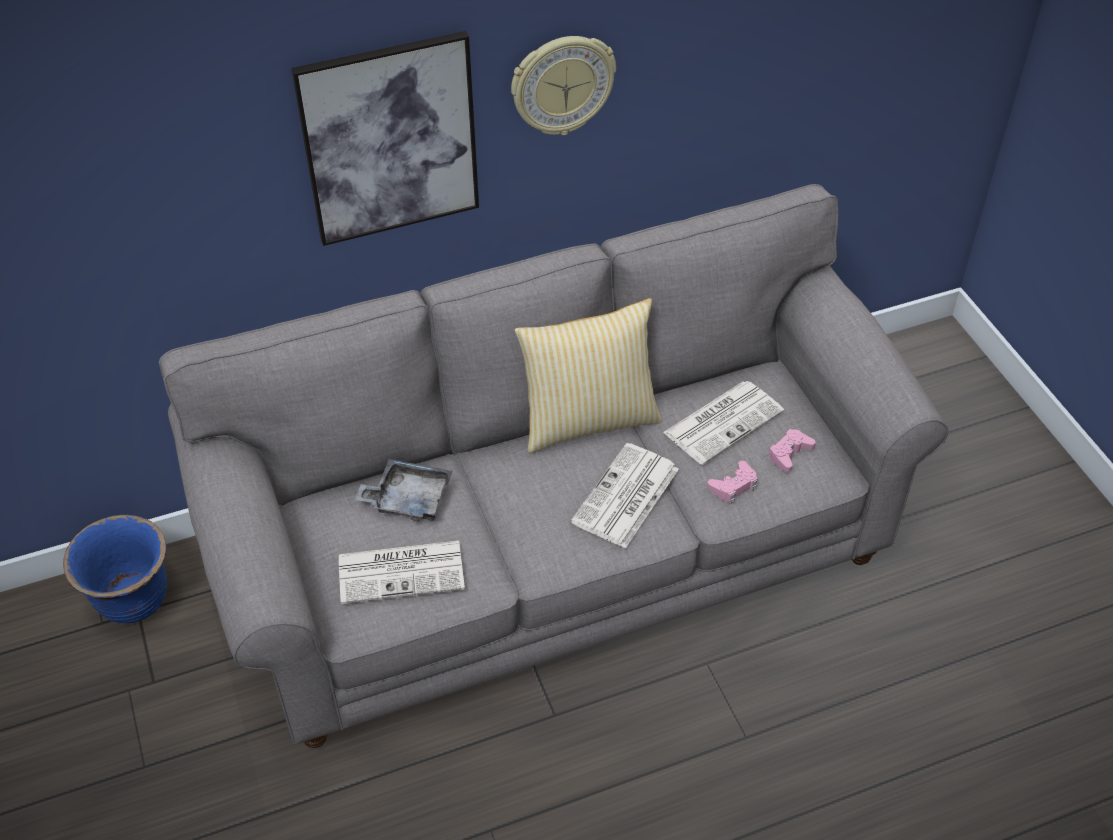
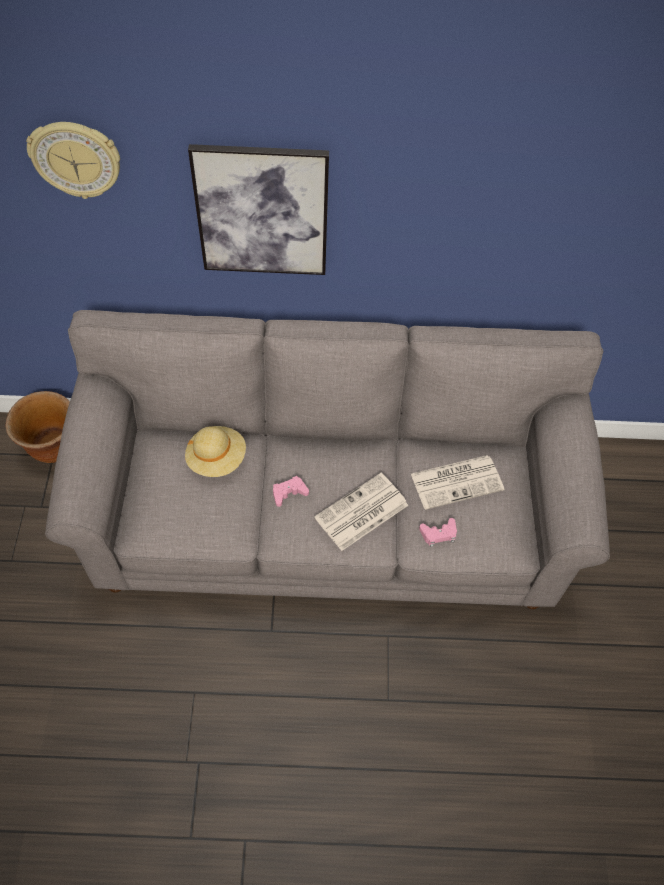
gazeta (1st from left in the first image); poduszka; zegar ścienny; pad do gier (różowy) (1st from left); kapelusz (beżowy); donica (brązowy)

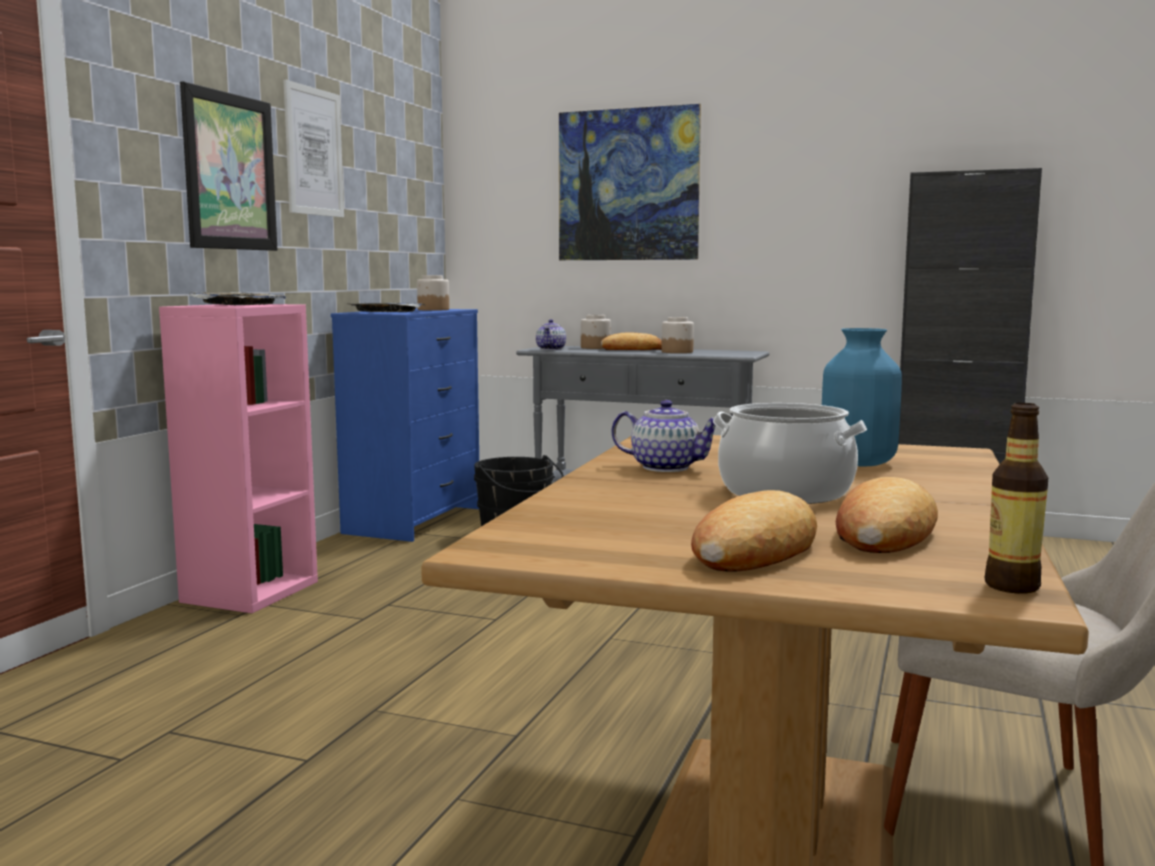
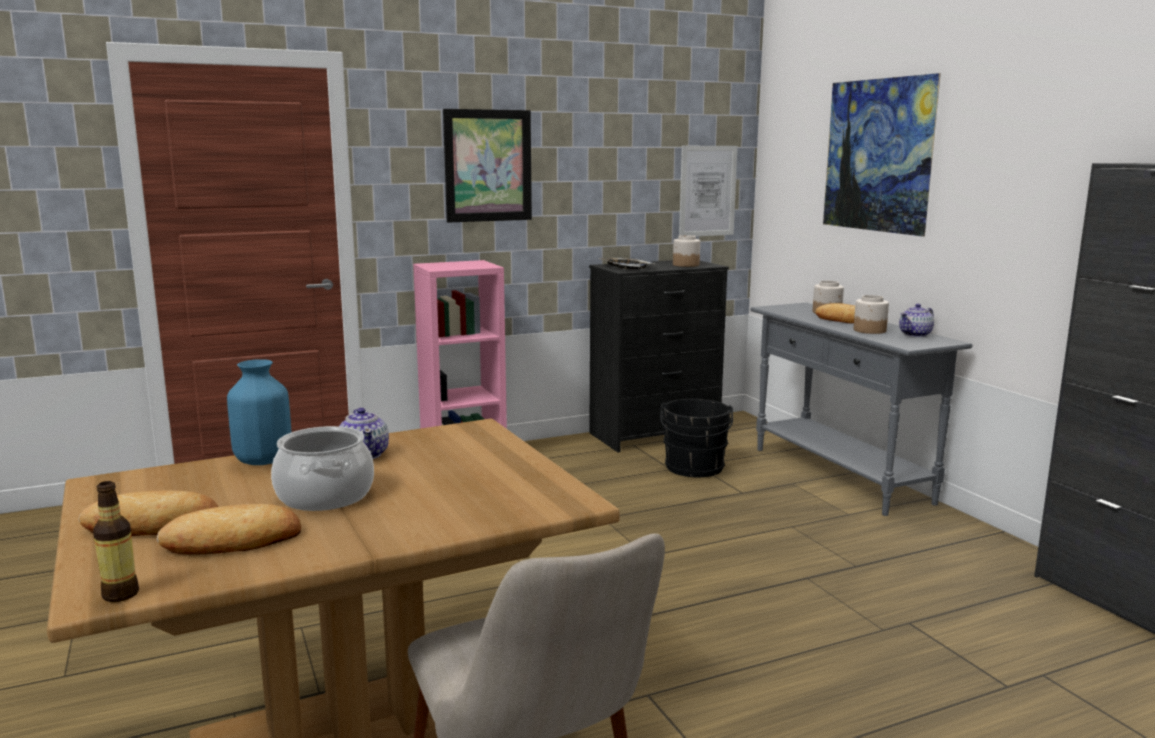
taca (1st from left in the first image); obraz (2nd from left); imbryk (2nd from left); wazon (niebieski); komoda (czarny)

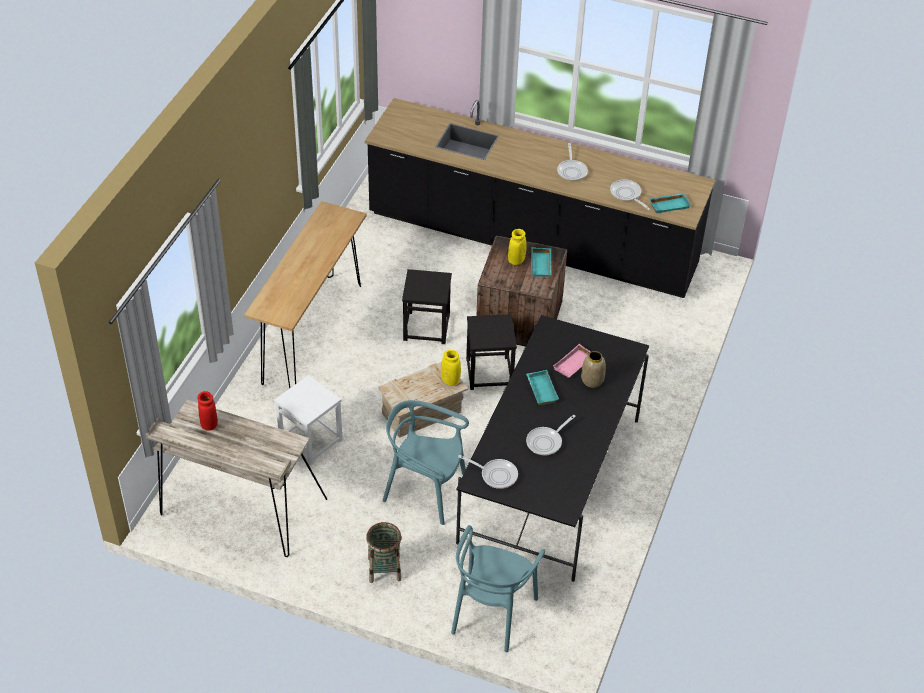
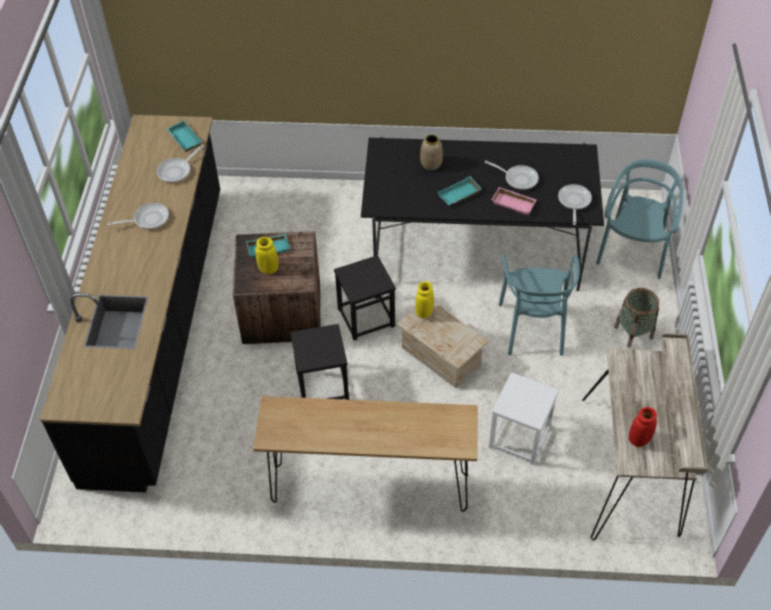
taca (różowy); krzesło (turkusowy) (2nd from left)

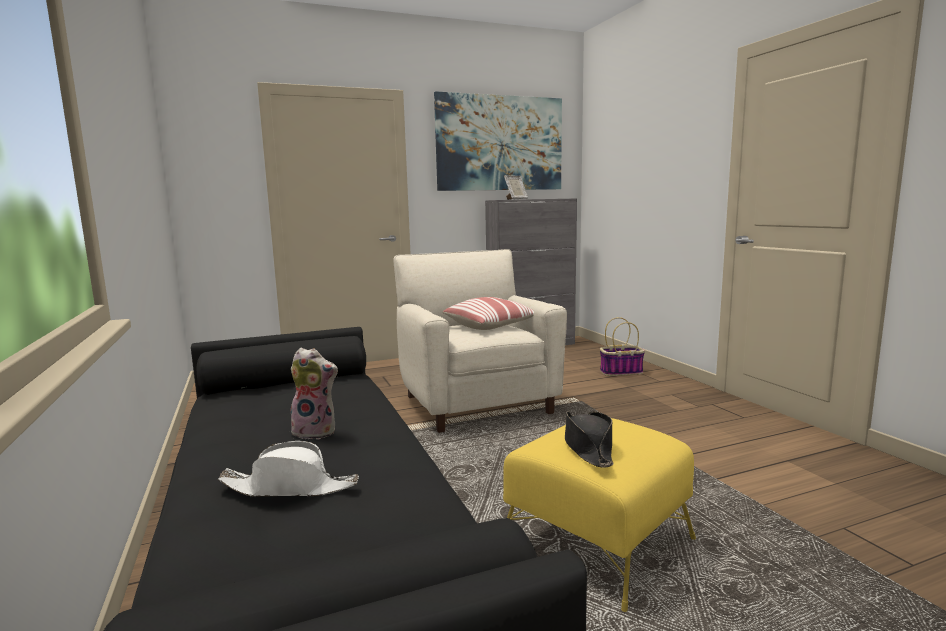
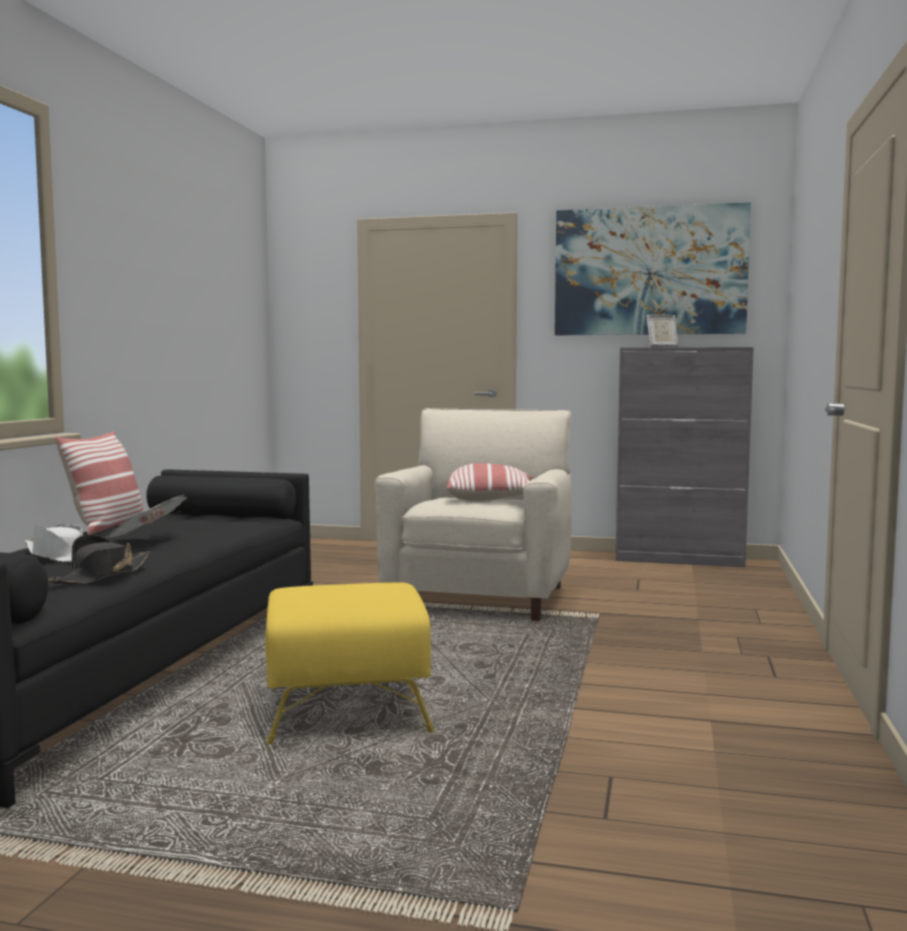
koszyk; poduszka (1st from left); kapelusz (czarny); gazeta

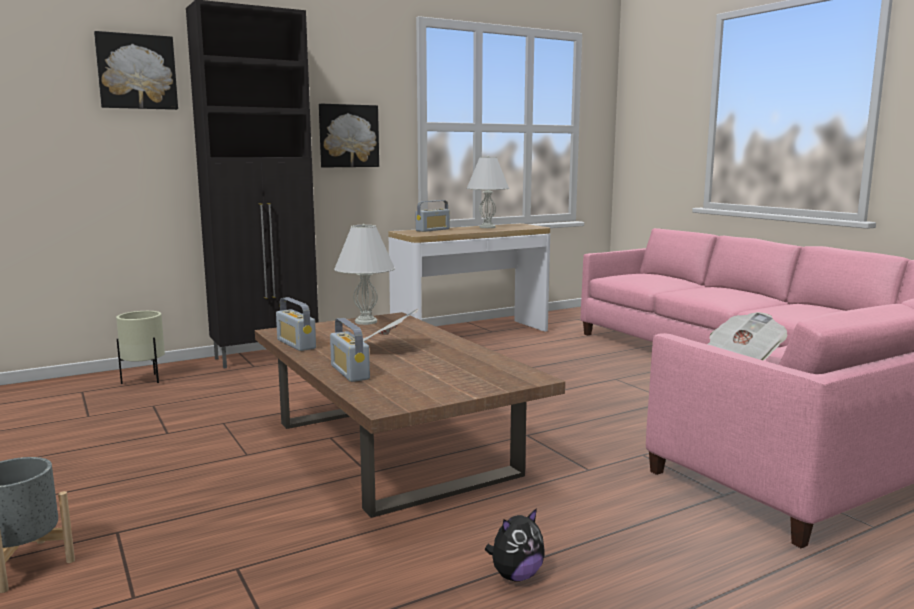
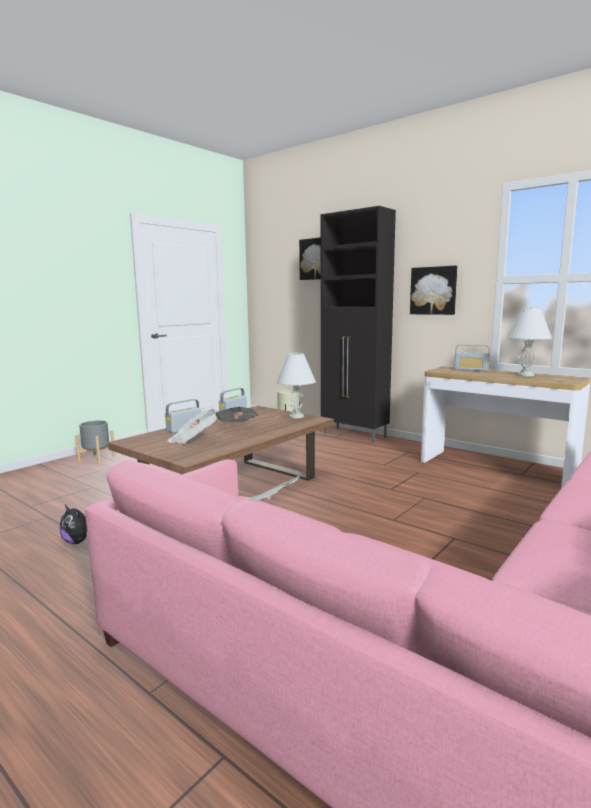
gazeta (1st from left)

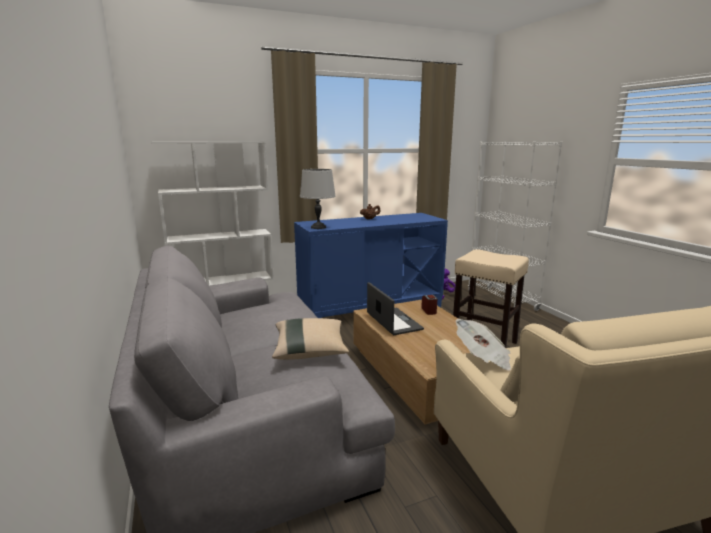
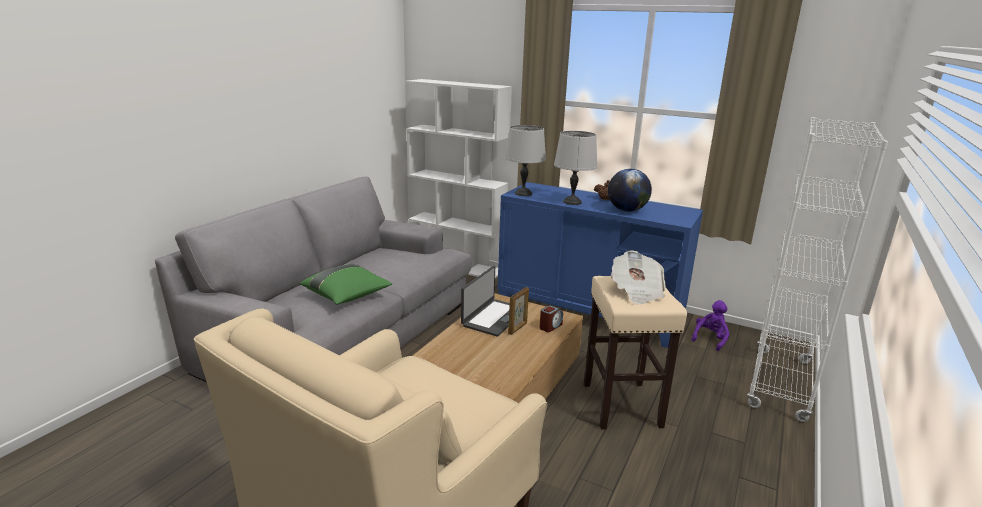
ramka na zdjęcie; lampa stołowa (szary) (2nd from left); globus; gazeta; poduszka (zielony)

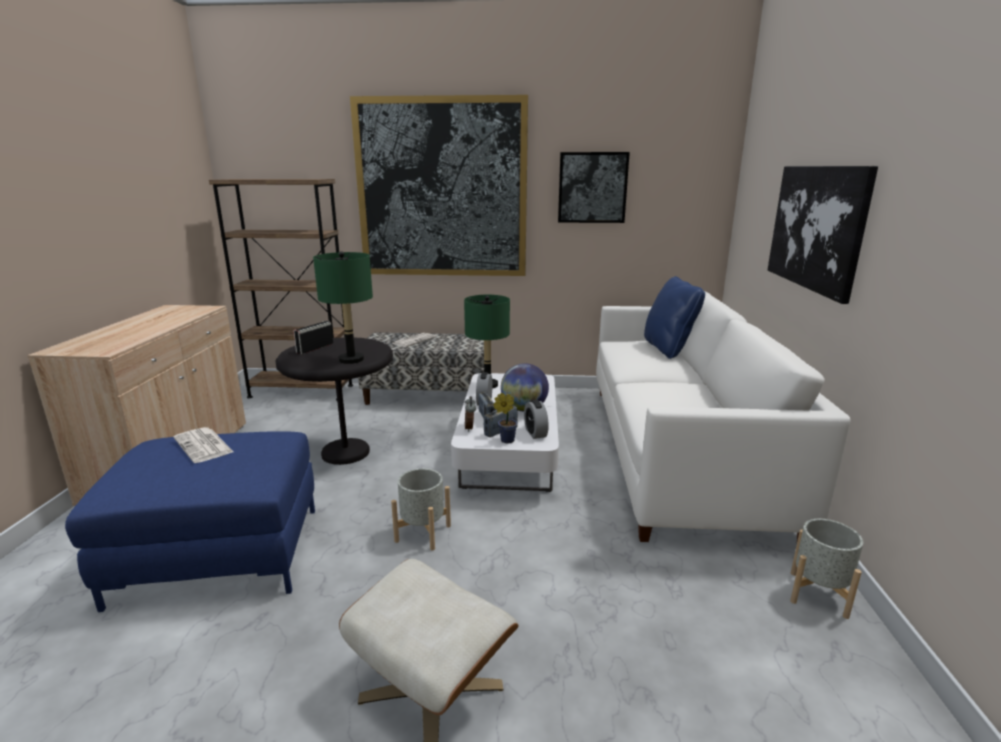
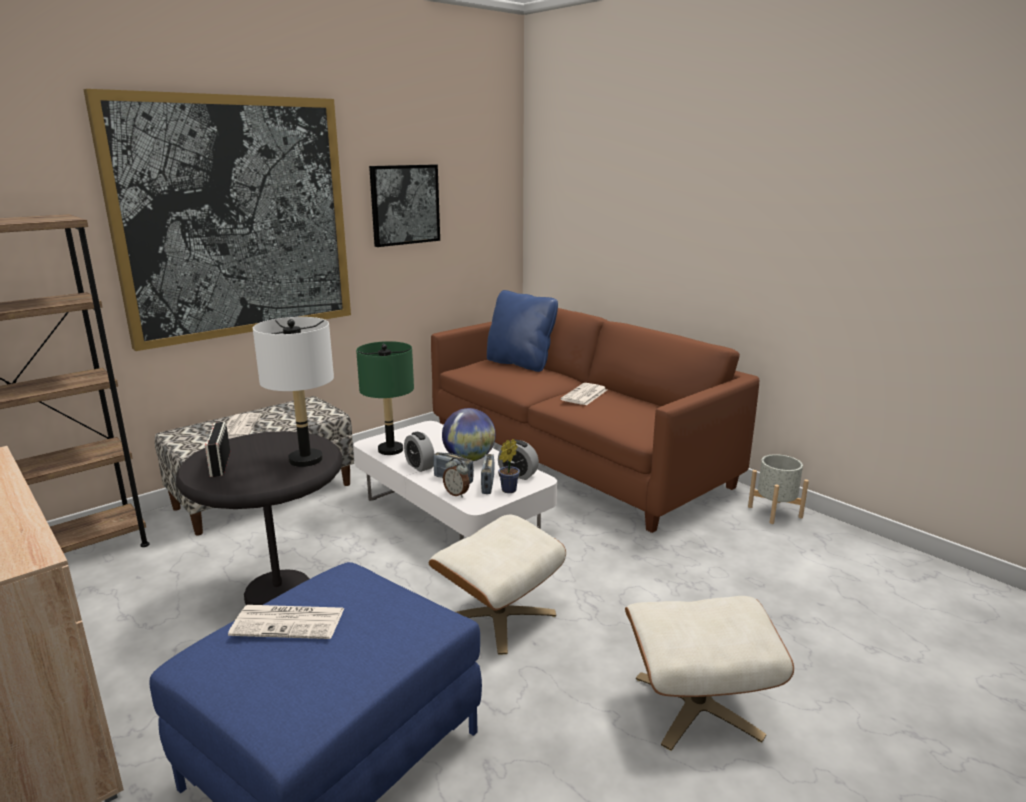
obraz (3rd from left in the first image); gazeta (3rd from left); pufa (beżowy) (1st from left); lampa stołowa (biały); kanapa (brązowy)

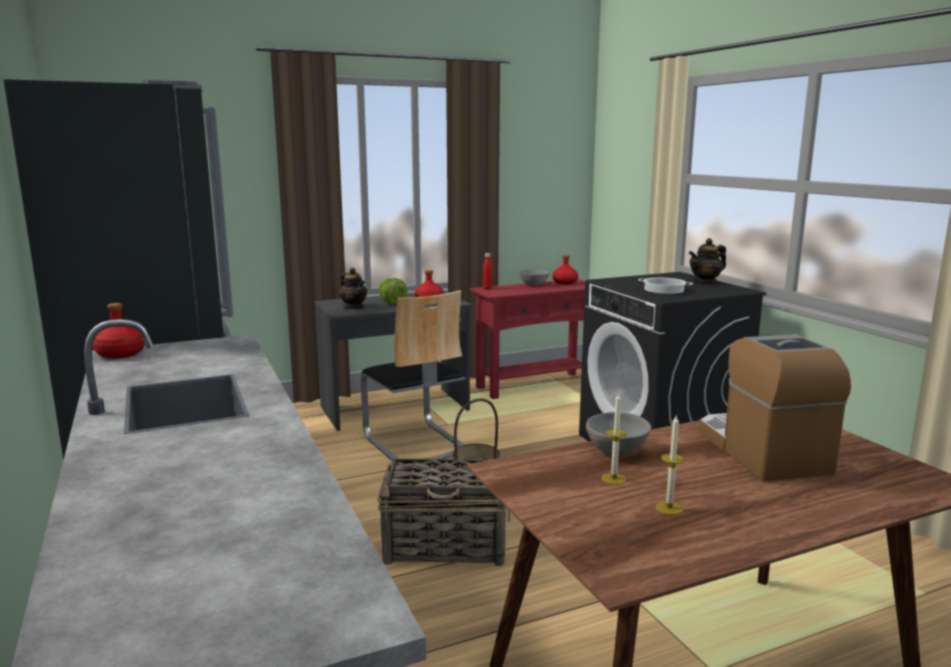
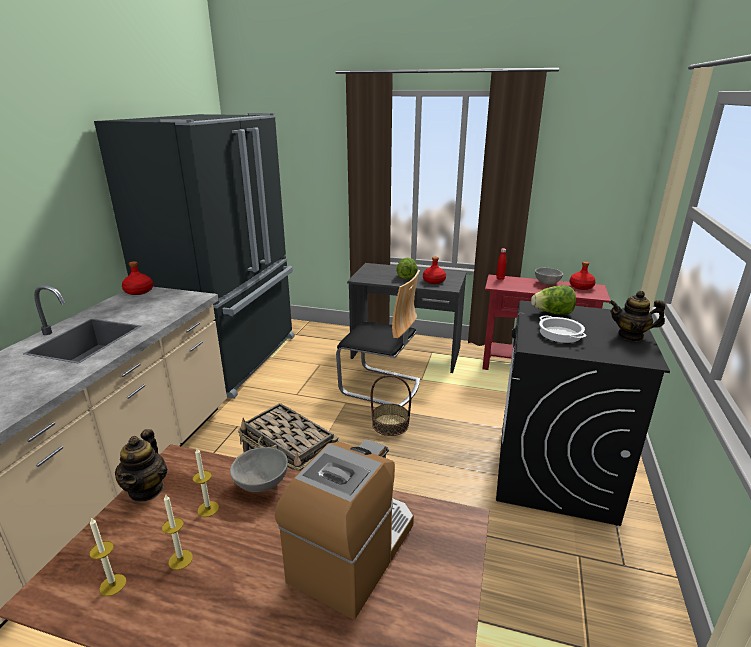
świeca (1st from left); sałata (2nd from left); imbryk (1st from left); krzesło

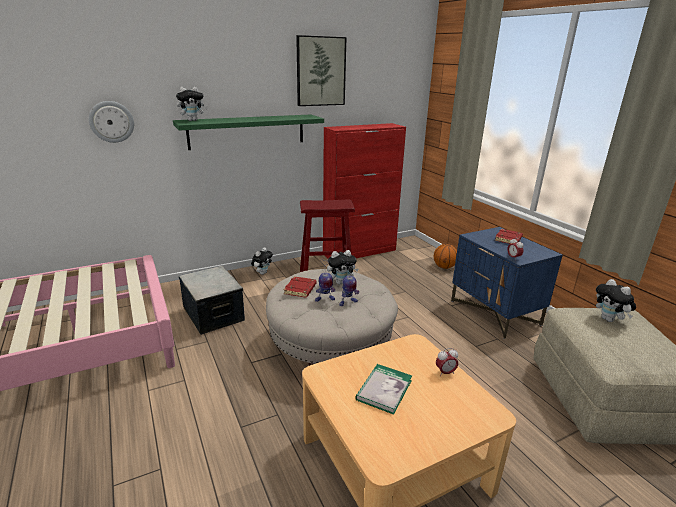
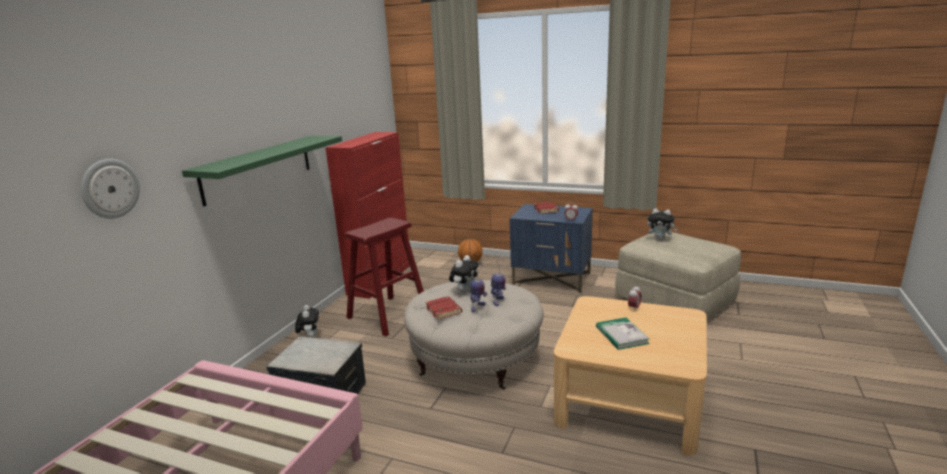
pluszak (1st from left in the first image); obraz

